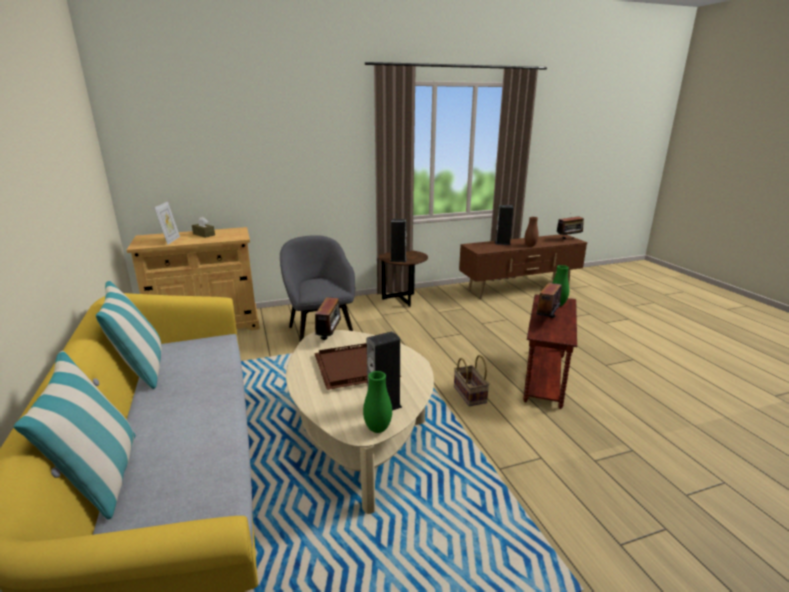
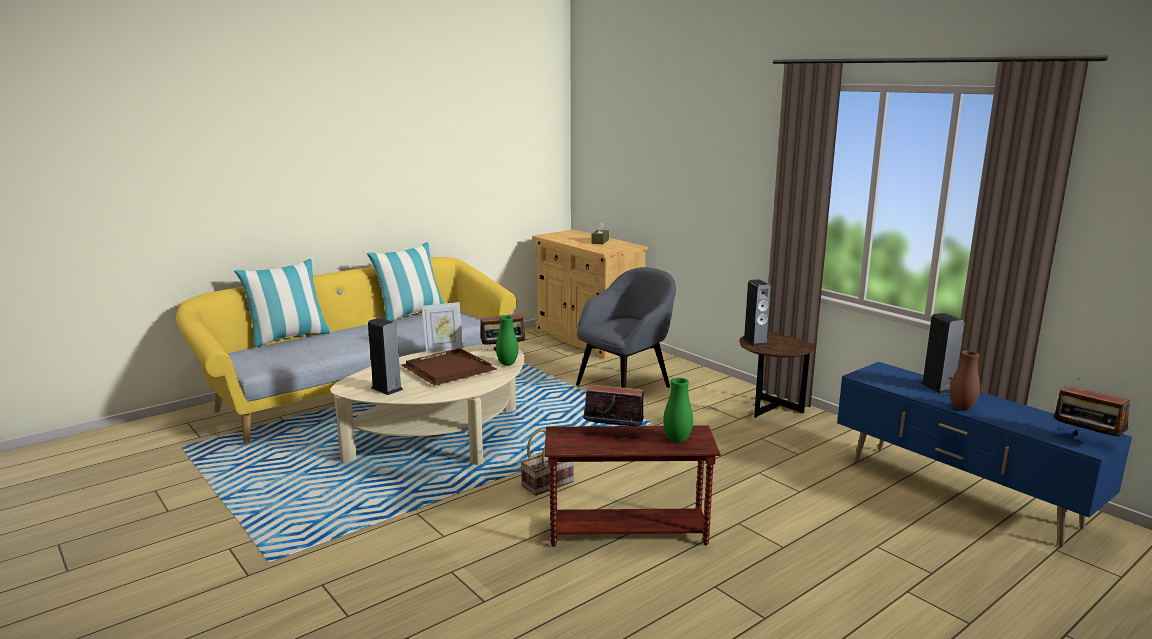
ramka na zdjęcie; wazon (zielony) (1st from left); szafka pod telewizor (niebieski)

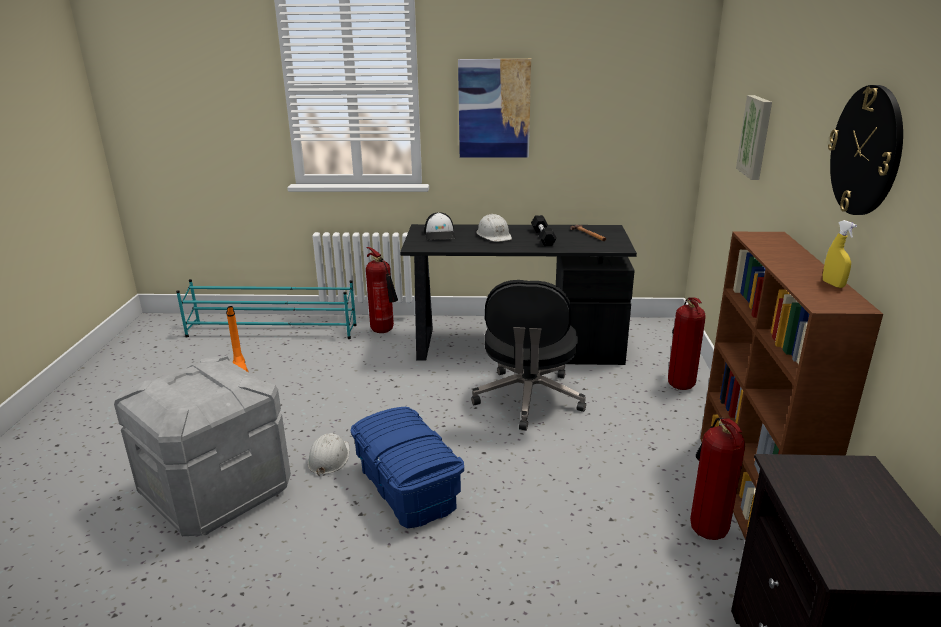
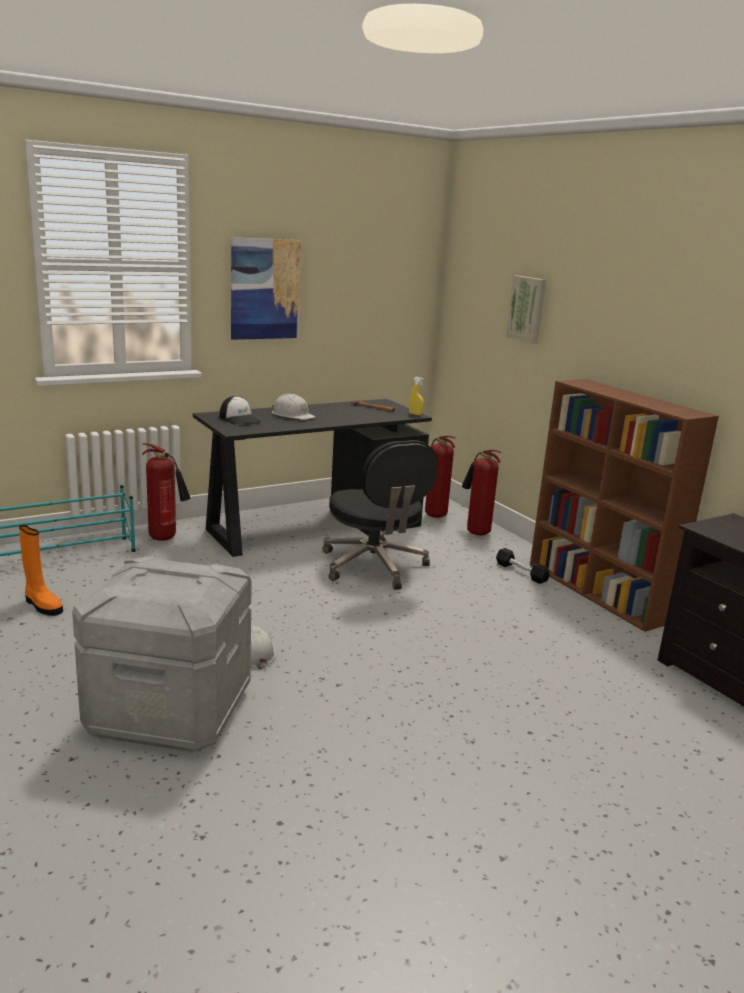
pojemnik do przechowywania (niebieski); zegar ścienny; hantel (czarny); gaśnica (2nd from left); spryskiwacz (żółty)

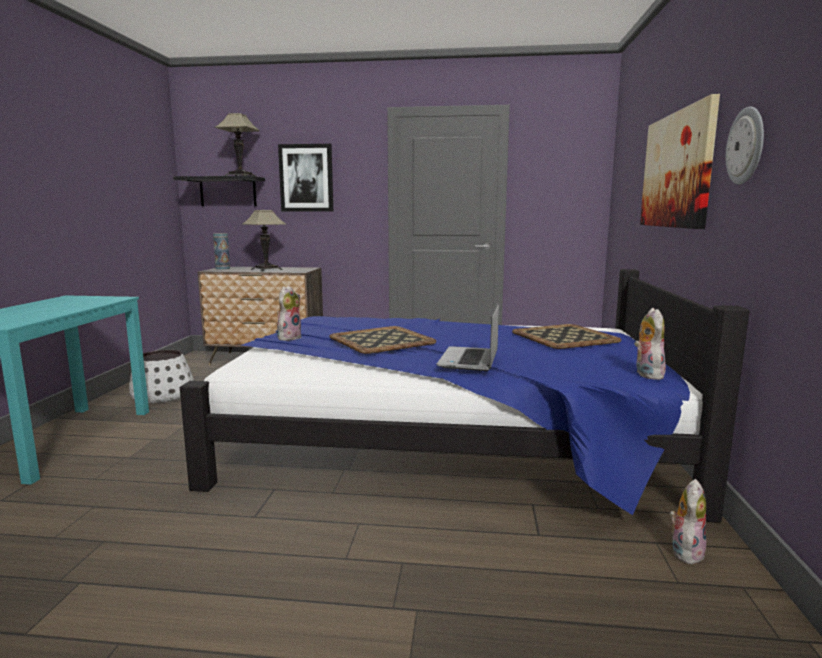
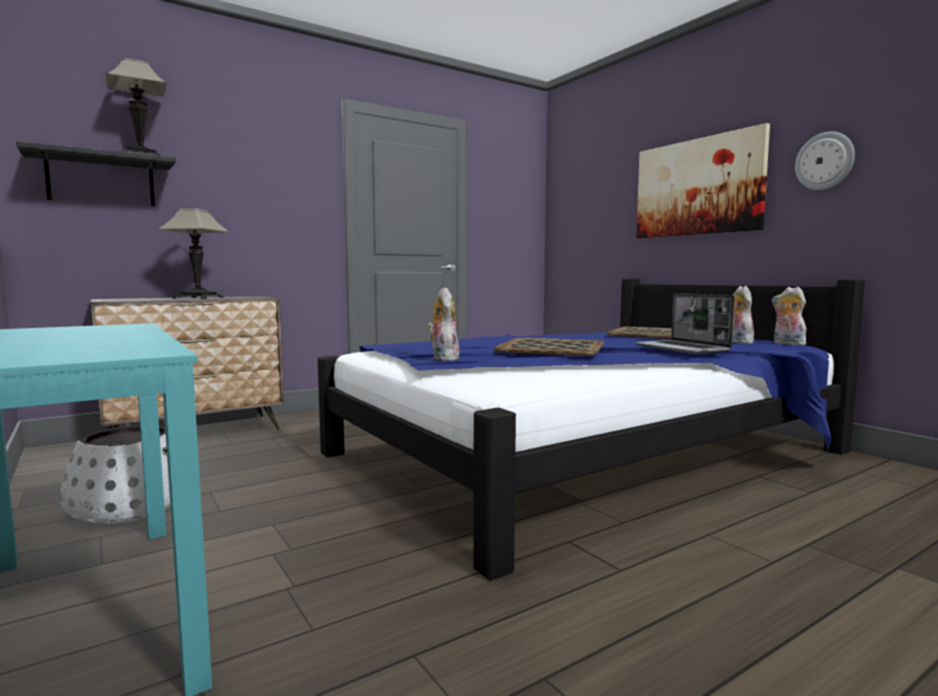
wazon; obraz (1st from left in the first image); pluszak (2nd from left)

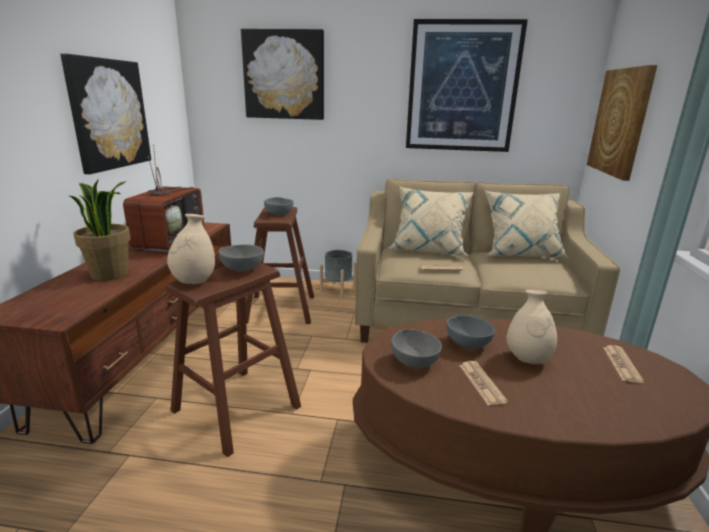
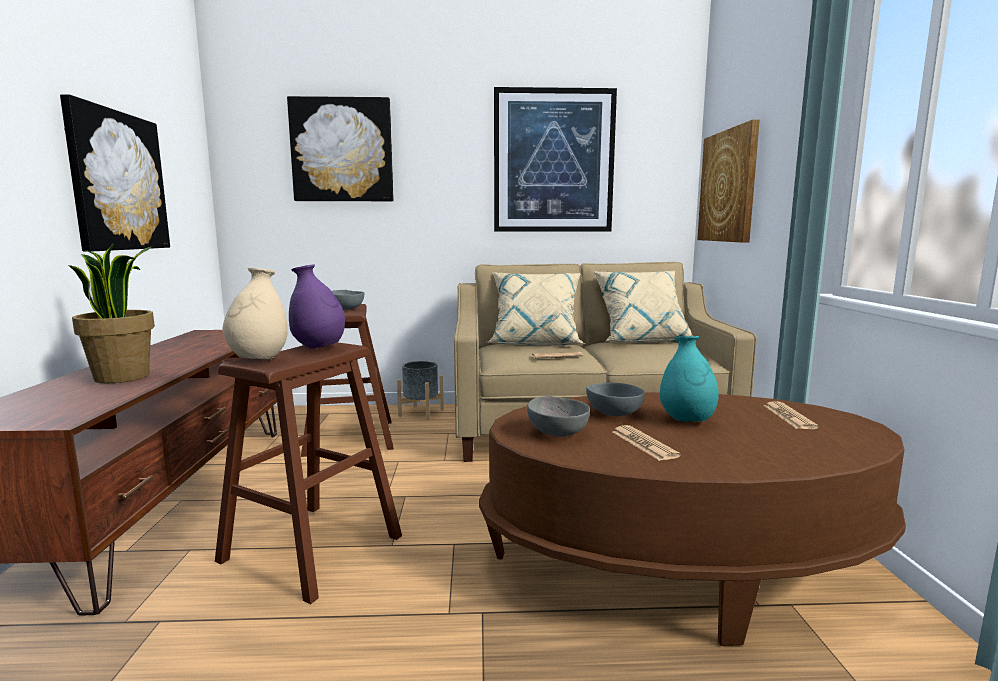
telewizor; wazon (fioletowy); wazon (turkusowy)

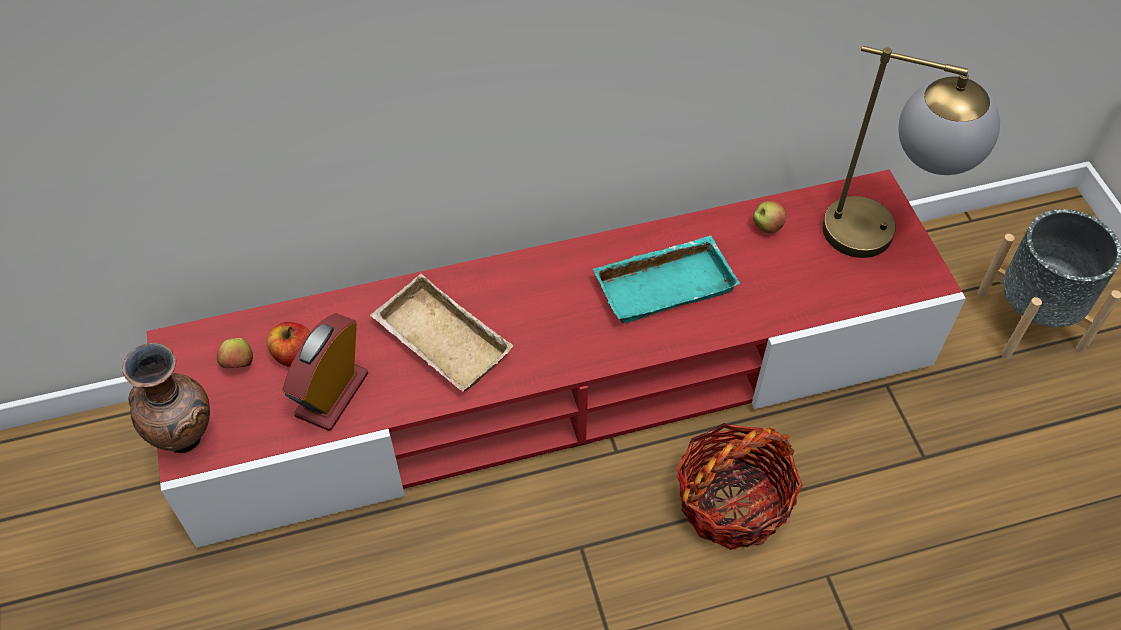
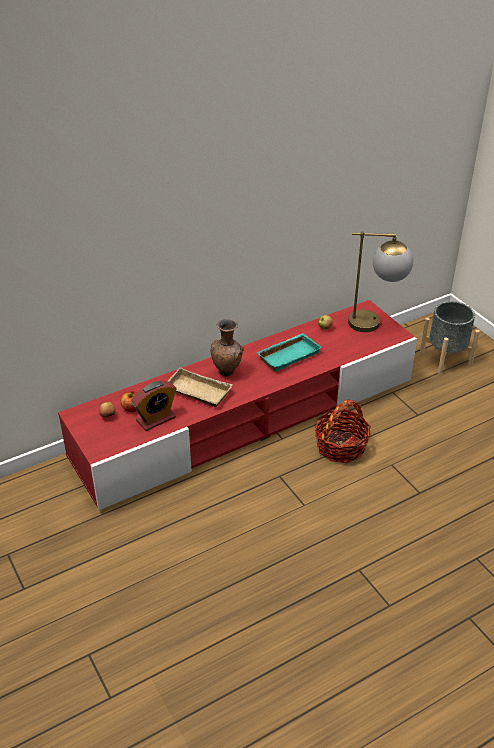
wazon (brązowy); budzik

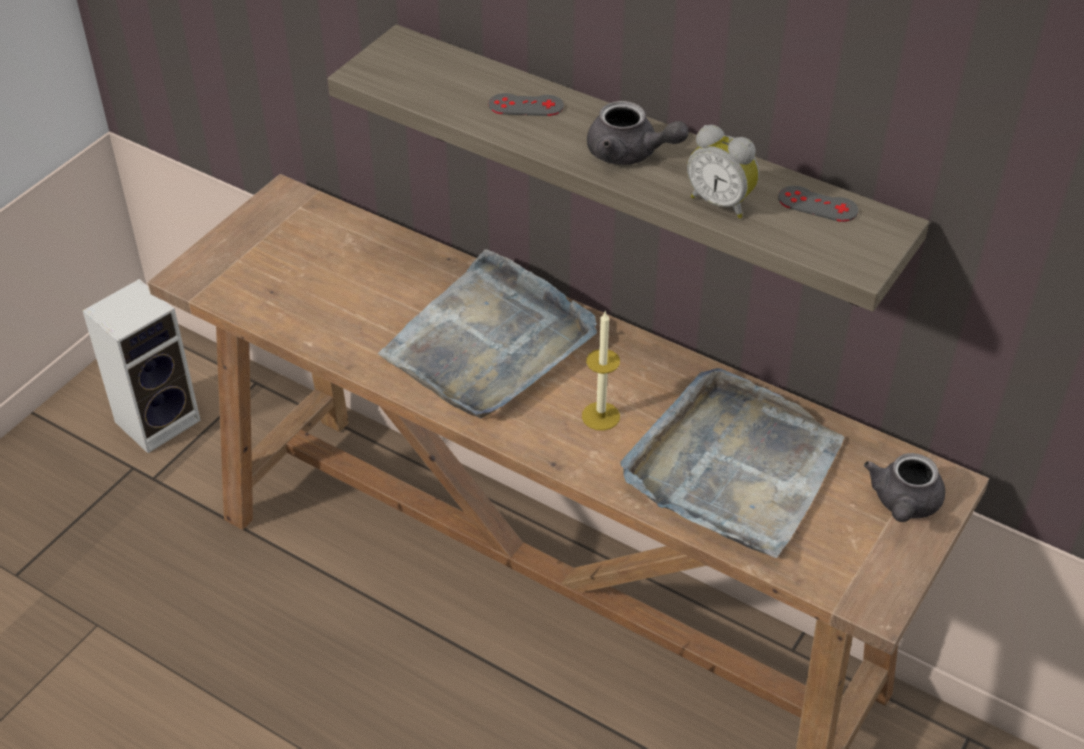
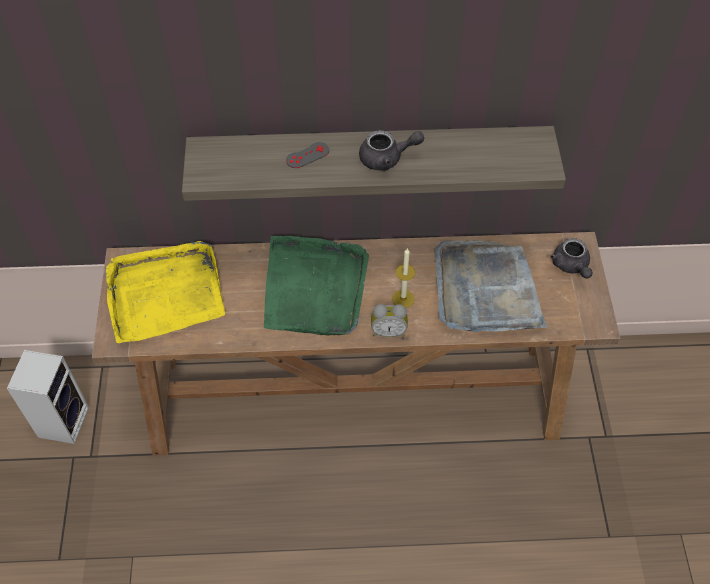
pad do gier (szary) (2nd from left in the first image); taca (żółty); budzik; taca (zielony)

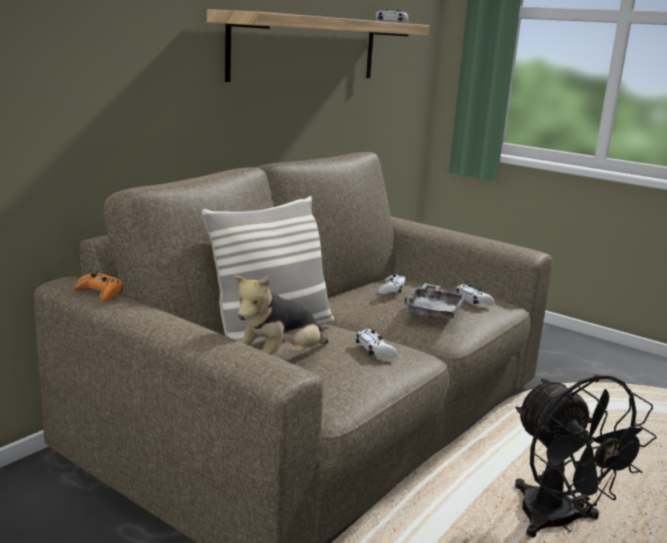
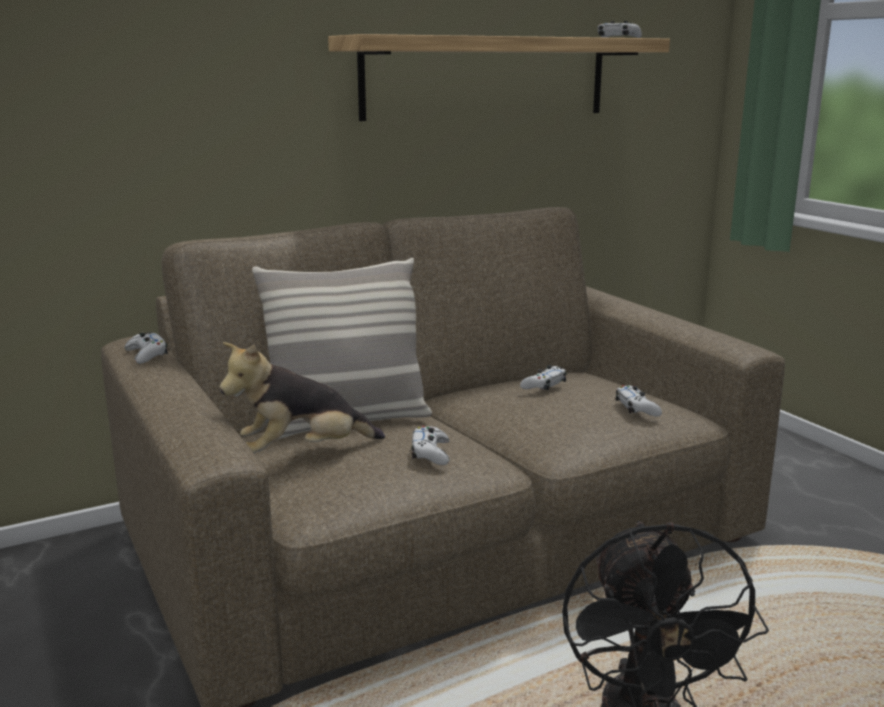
taca (szary); pad do gier (biały) (1st from left)

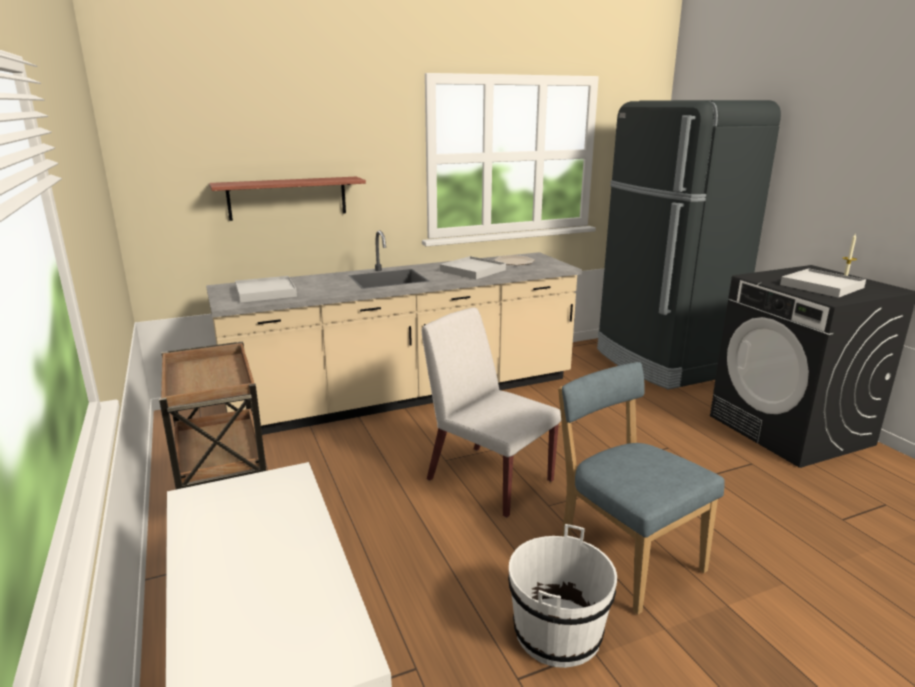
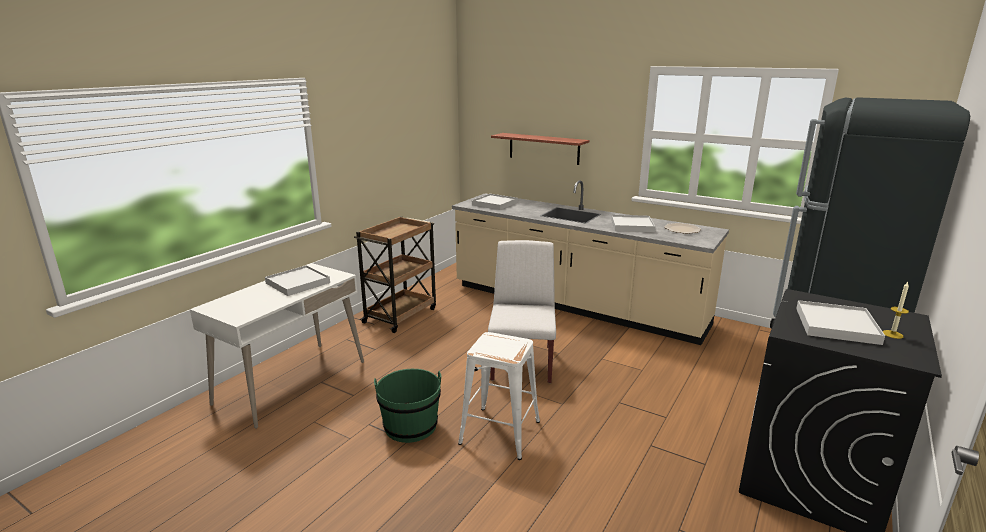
taca (biały) (1st from left); stołek (biały); wiadro (zielony)

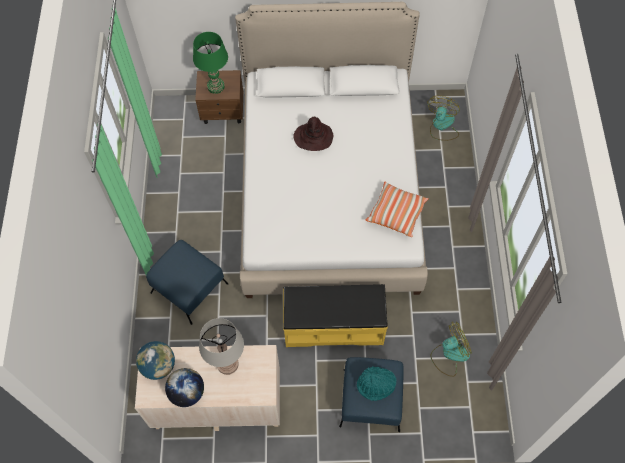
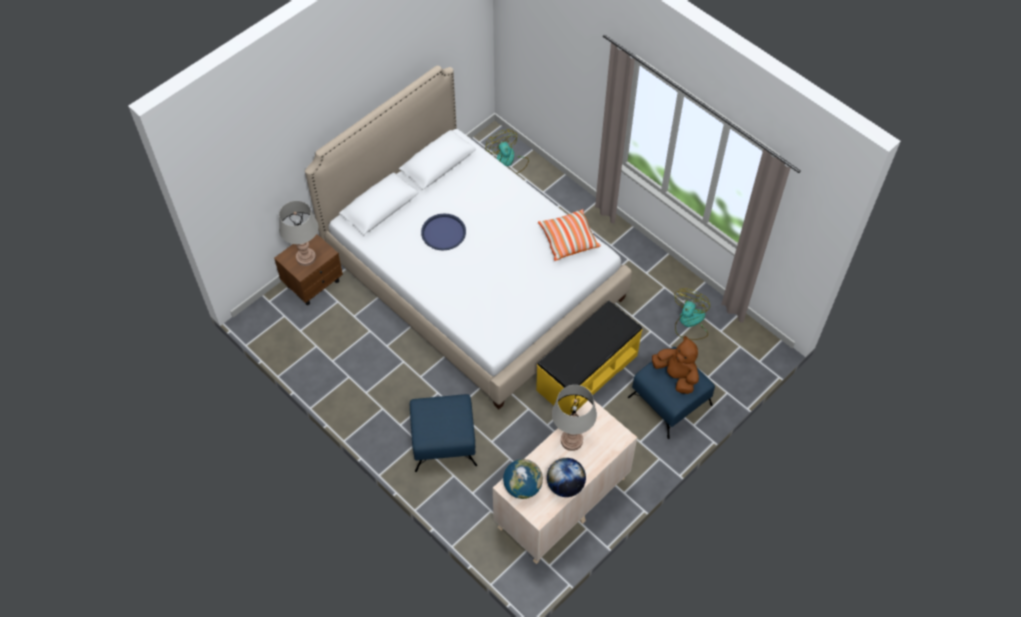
taca (niebieski); pluszak (brązowy); lampa stołowa (szary) (1st from left)

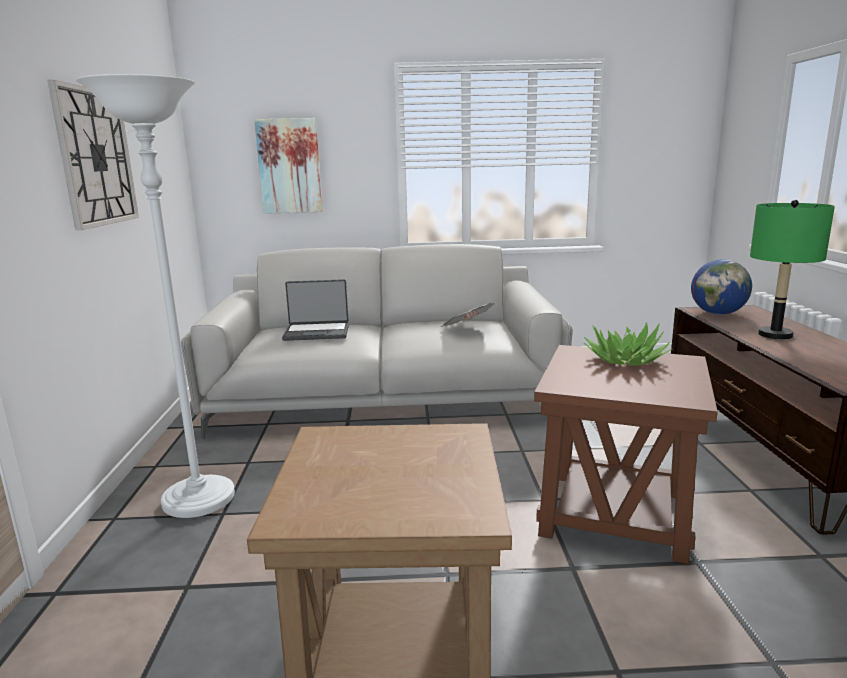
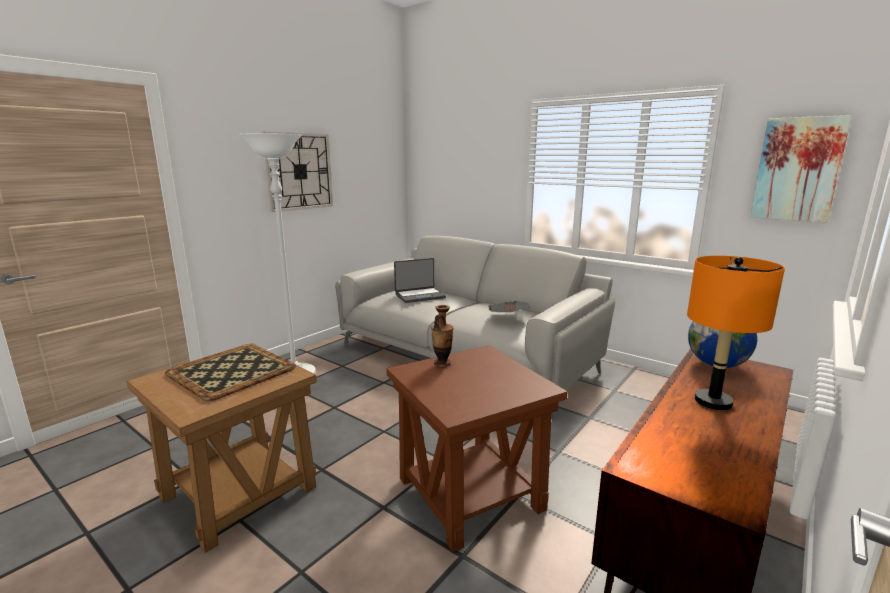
roślina doniczkowa; taca; wazon; obraz; lampa stołowa (pomarańczowy); laptop

